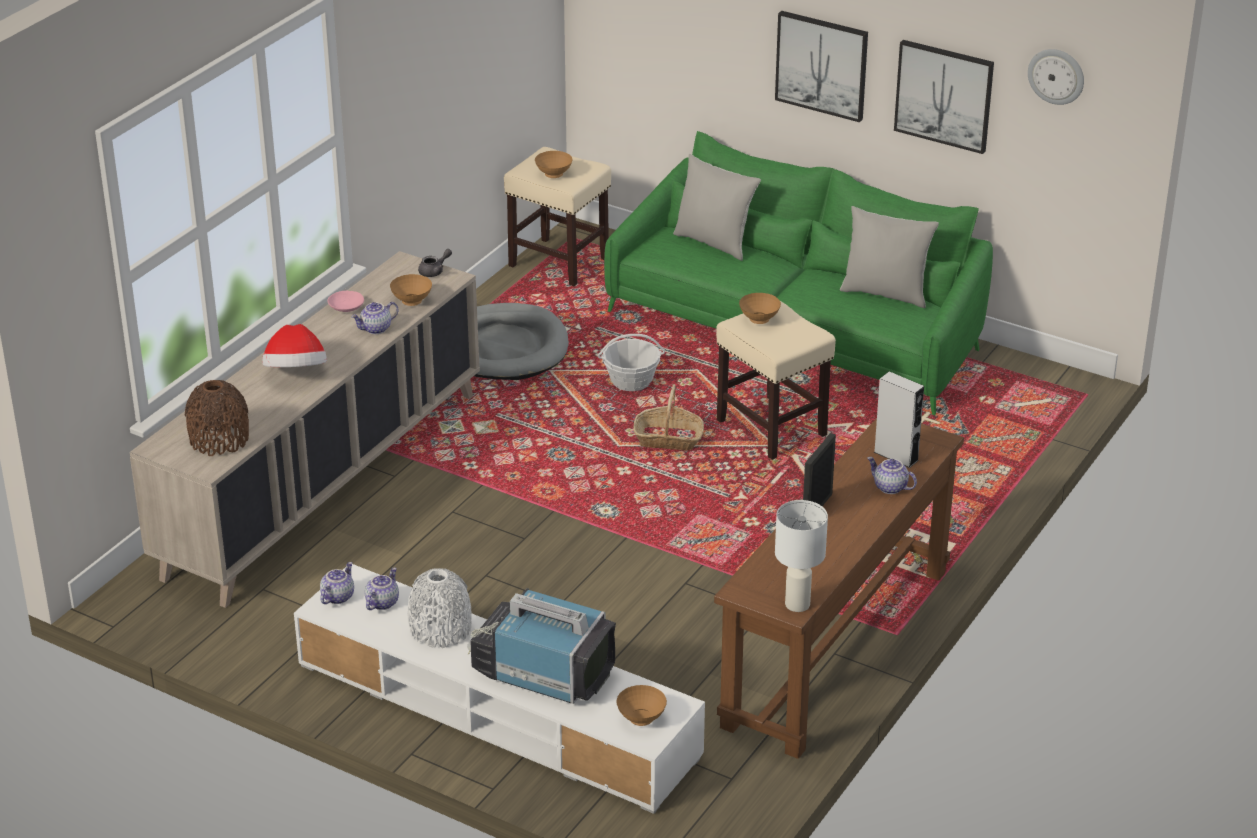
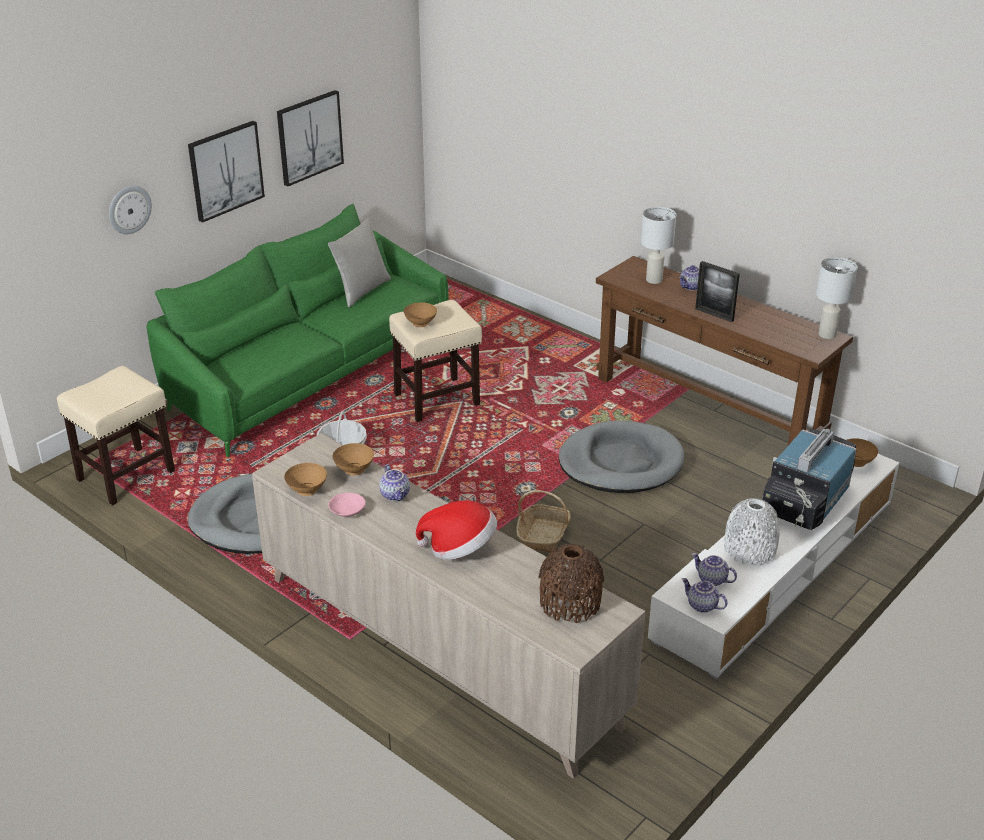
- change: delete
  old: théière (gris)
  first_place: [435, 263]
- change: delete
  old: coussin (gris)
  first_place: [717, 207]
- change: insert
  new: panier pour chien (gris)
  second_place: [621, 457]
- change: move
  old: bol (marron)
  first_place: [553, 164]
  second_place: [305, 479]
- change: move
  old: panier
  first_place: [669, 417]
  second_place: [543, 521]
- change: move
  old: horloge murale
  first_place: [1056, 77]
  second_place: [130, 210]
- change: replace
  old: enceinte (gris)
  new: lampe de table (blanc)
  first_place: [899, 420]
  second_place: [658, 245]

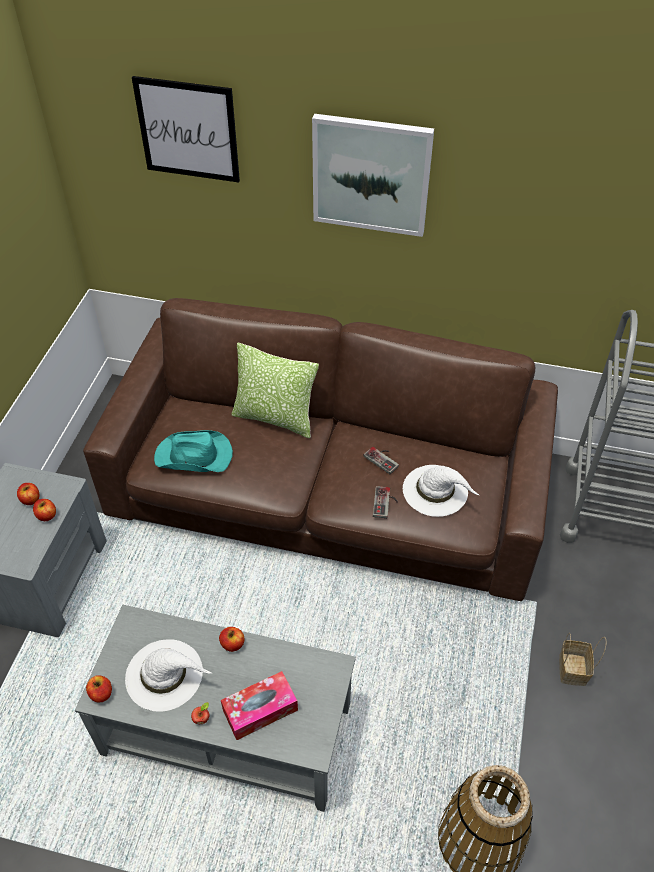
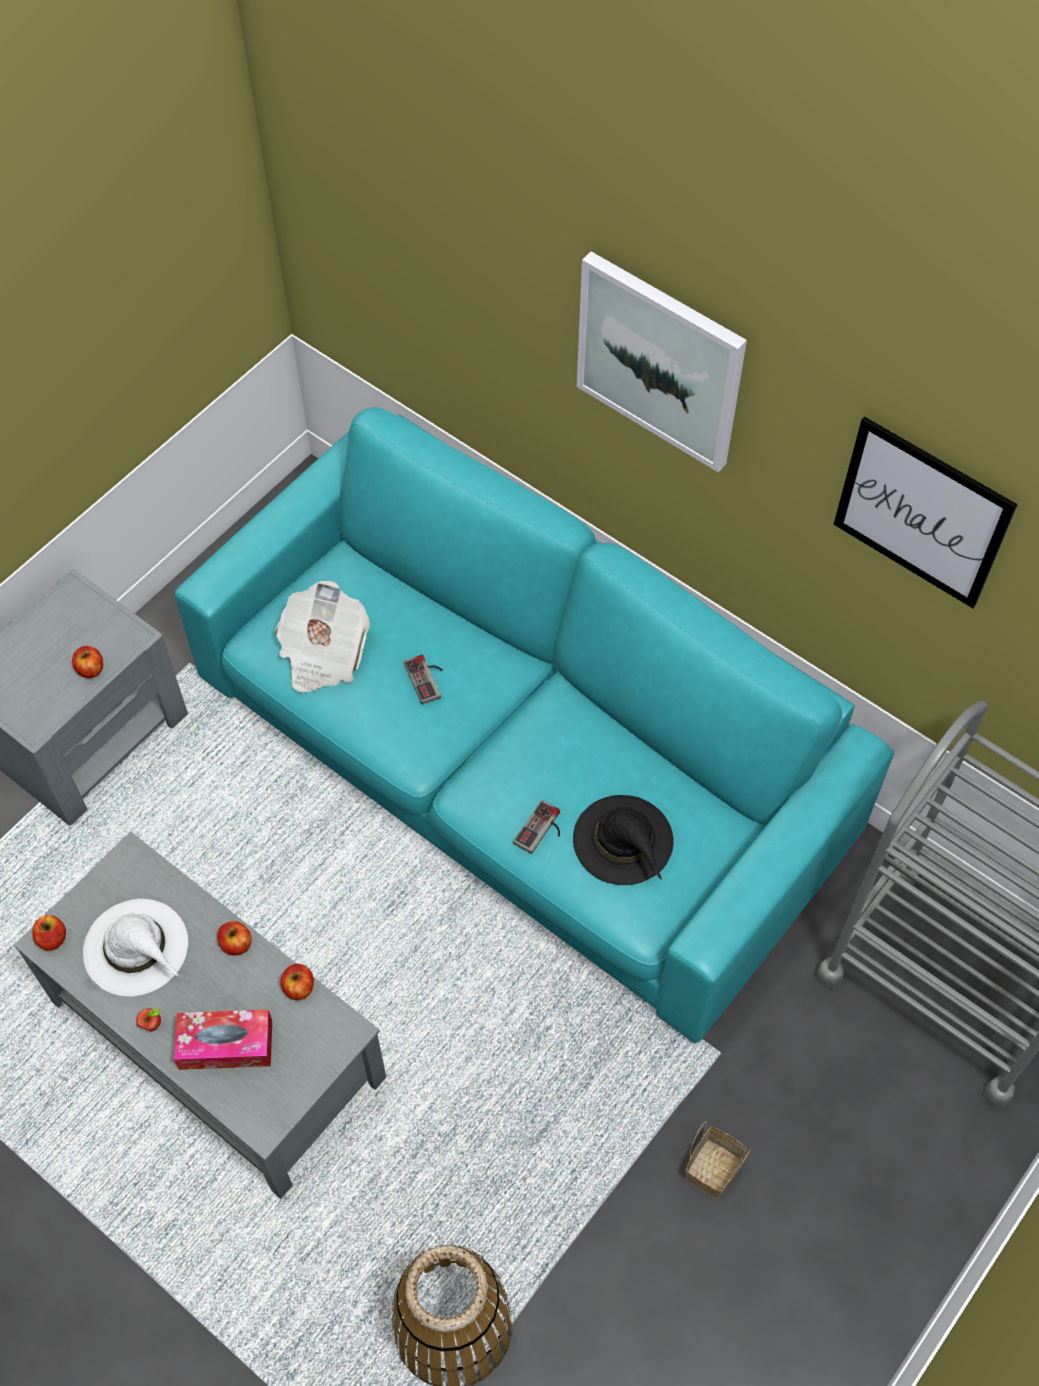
- change: delete
  old: coussin
  first_place: [275, 390]
- change: move
  old: pomme
  first_place: [28, 494]
  second_place: [297, 982]
- change: move
  old: tableau
  first_place: [186, 129]
  second_place: [926, 512]
- change: move
  old: manette
  first_place: [381, 460]
  second_place: [423, 679]
- change: replace
  old: chapeau (turquoise)
  new: journal
  first_place: [193, 451]
  second_place: [322, 636]
- change: recolor
  old: canapé (marron)
  new: canapé (turquoise)
  first_place: [320, 449]
  second_place: [534, 725]
- change: recolor
  old: chapeau (blanc)
  new: chapeau (noir)
  first_place: [441, 491]
  second_place: [623, 840]

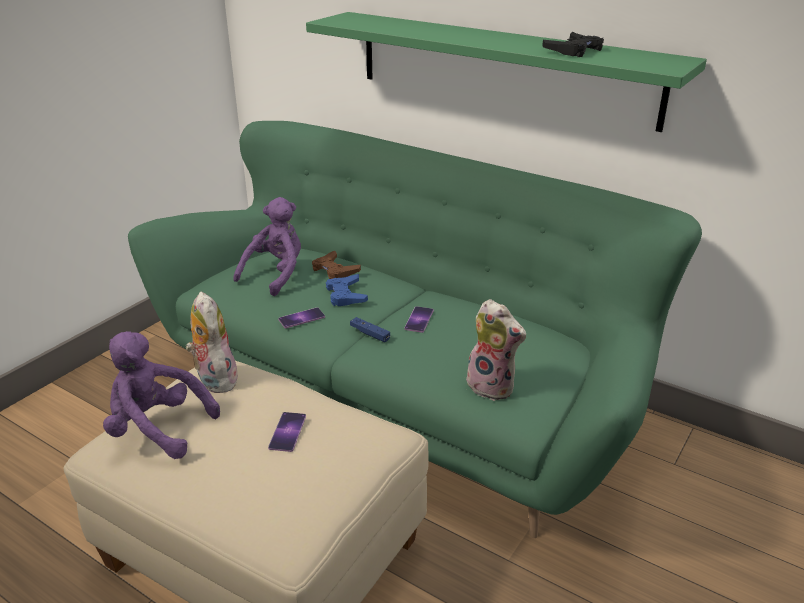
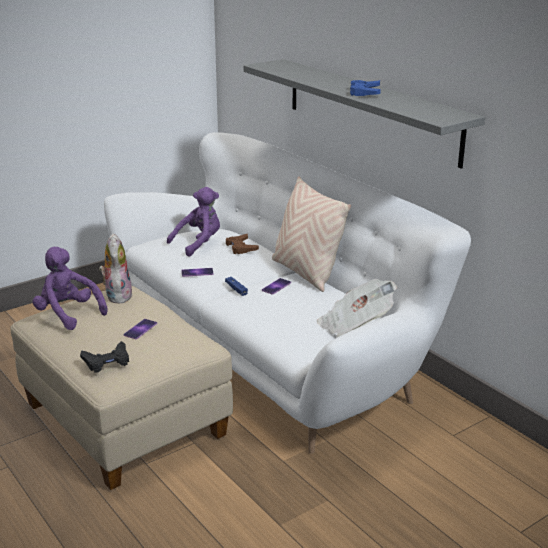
- change: delete
  old: peluche
  first_place: [495, 350]
- change: insert
  new: coussin (beige)
  second_place: [311, 234]
- change: insert
  new: journal
  second_place: [357, 308]
- change: move
  old: manette (bleu)
  first_place: [347, 290]
  second_place: [365, 88]
- change: move
  old: manette (noir)
  first_place: [573, 44]
  second_place: [104, 357]
- change: recolor
  old: canapé (vert)
  new: canapé (blanc)
  first_place: [415, 329]
  second_place: [287, 293]
- change: recolor
  old: étagère (vert)
  new: étagère (gris)
  first_place: [506, 72]
  second_place: [364, 114]

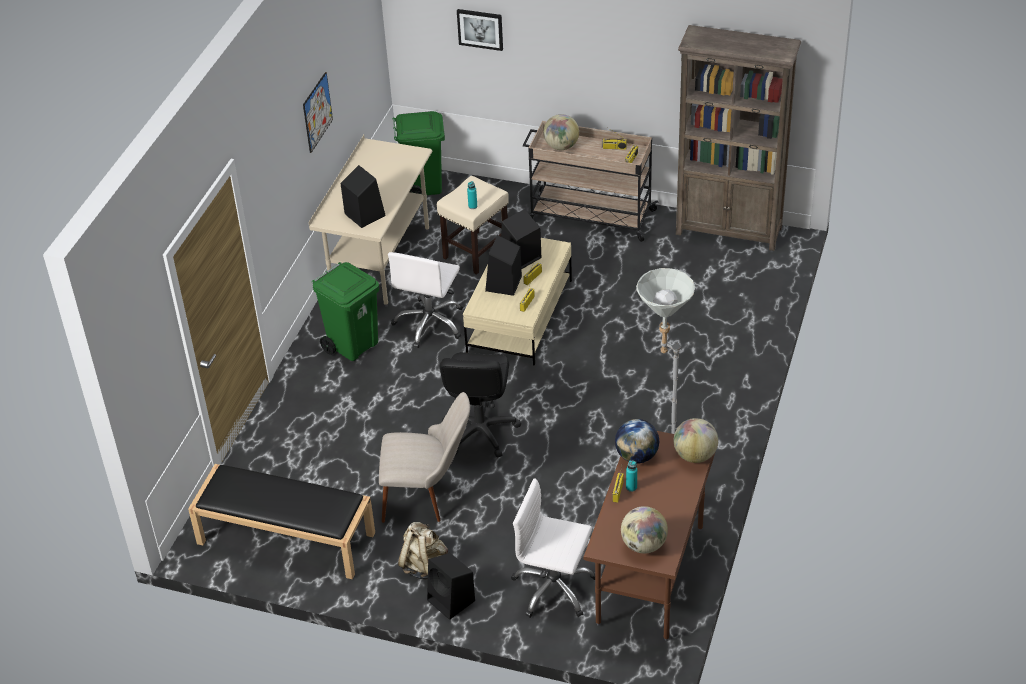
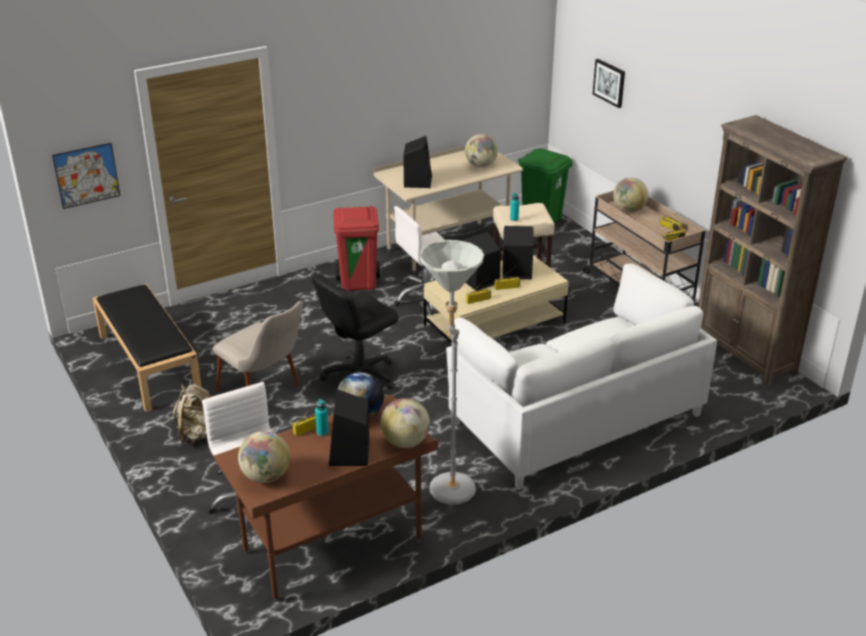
- change: insert
  new: canapé (blanc)
  second_place: [581, 376]
- change: insert
  new: globe
  second_place: [481, 150]
- change: move
  old: tableau
  first_place: [318, 112]
  second_place: [86, 176]
- change: move
  old: enceinte (noir)
  first_place: [451, 586]
  second_place: [349, 427]
- change: recolor
  old: poubelle (vert)
  new: poubelle (rouge)
  first_place: [345, 311]
  second_place: [356, 248]

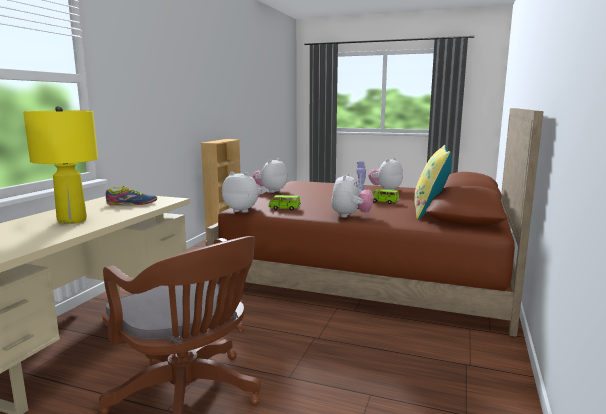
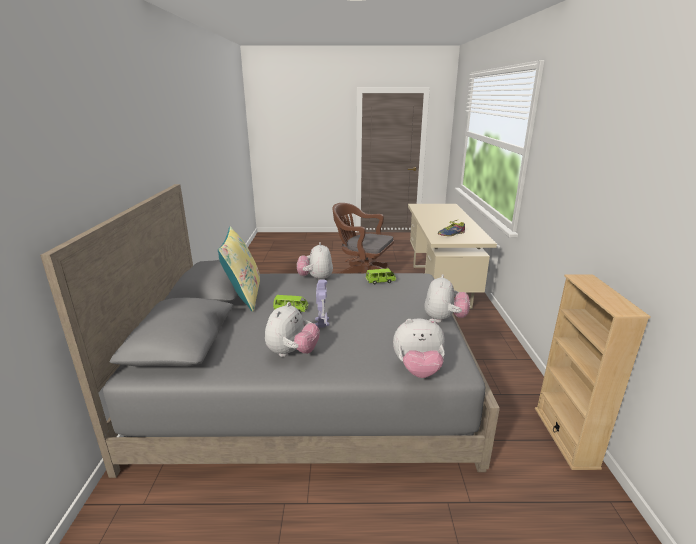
- change: delete
  old: lampe de table (jaune)
  first_place: [60, 165]
- change: move
  old: peluche
  first_place: [242, 192]
  second_place: [419, 348]
- change: recolor
  old: lit (marron)
  new: lit (gris)
  first_place: [375, 222]
  second_place: [270, 331]

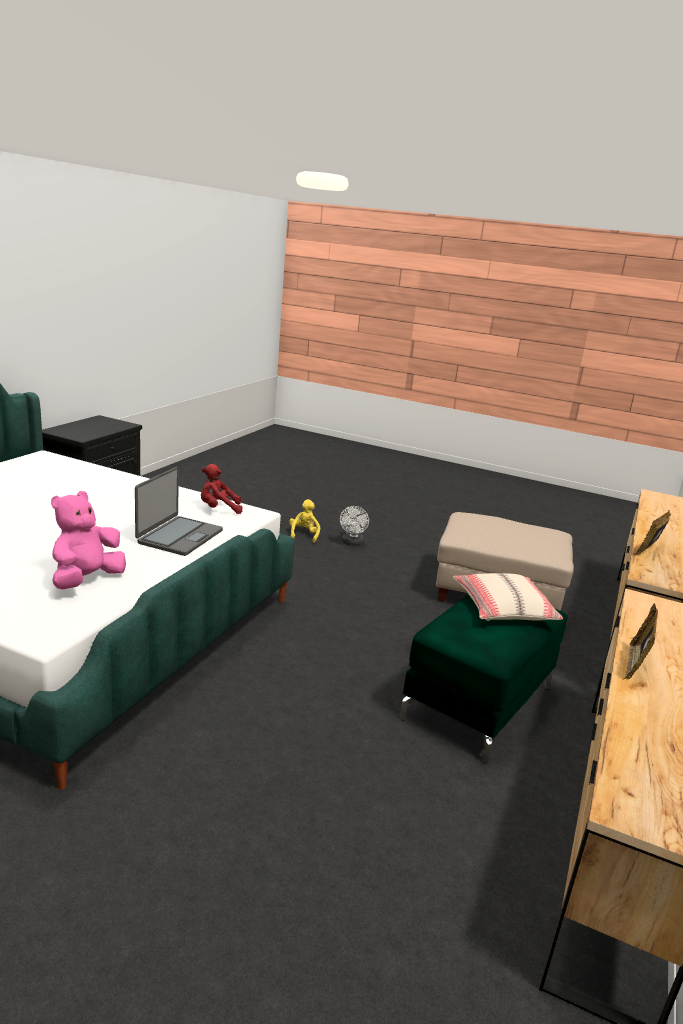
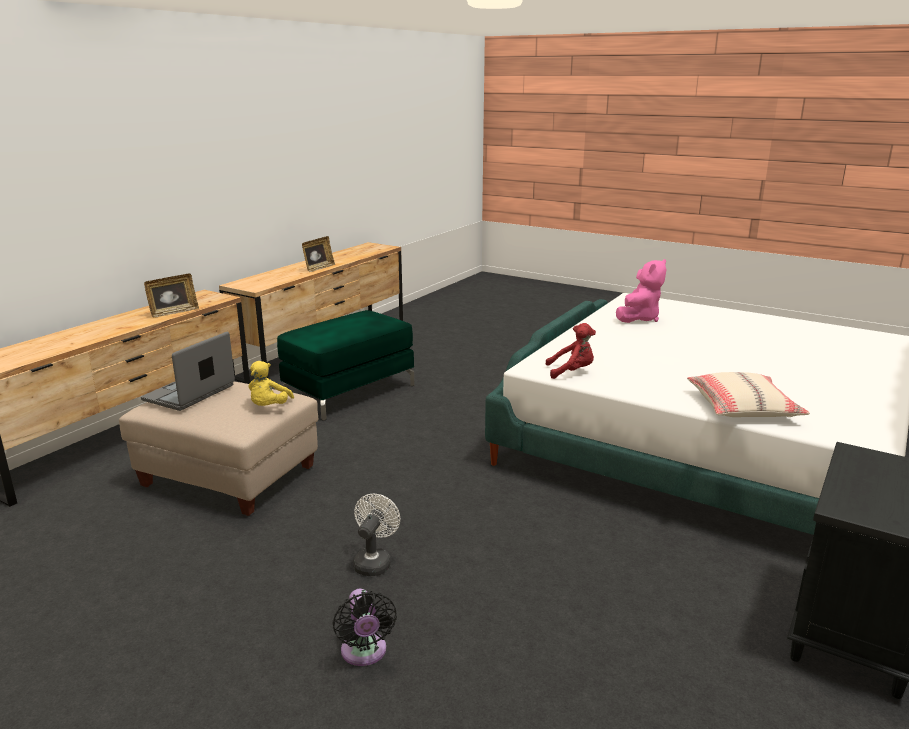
- change: insert
  new: ventilateur (noir)
  second_place: [364, 627]
- change: move
  old: ordinateur portable
  first_place: [179, 511]
  second_place: [188, 371]
- change: move
  old: peluche (jaune)
  first_place: [304, 521]
  second_place: [271, 383]
- change: move
  old: coussin (beige)
  first_place: [508, 597]
  second_place: [748, 394]

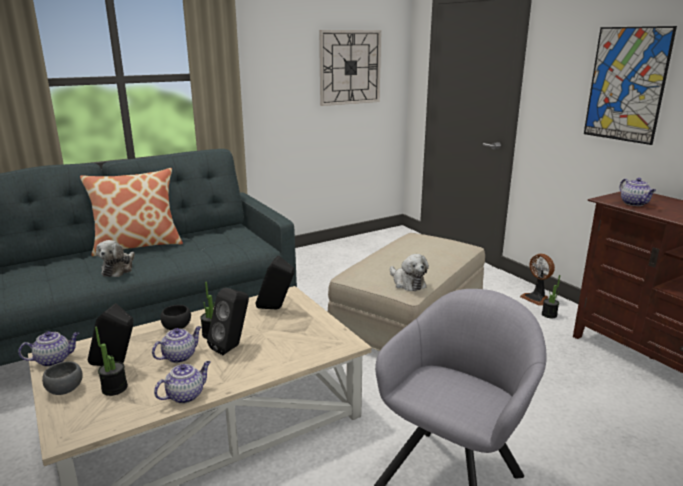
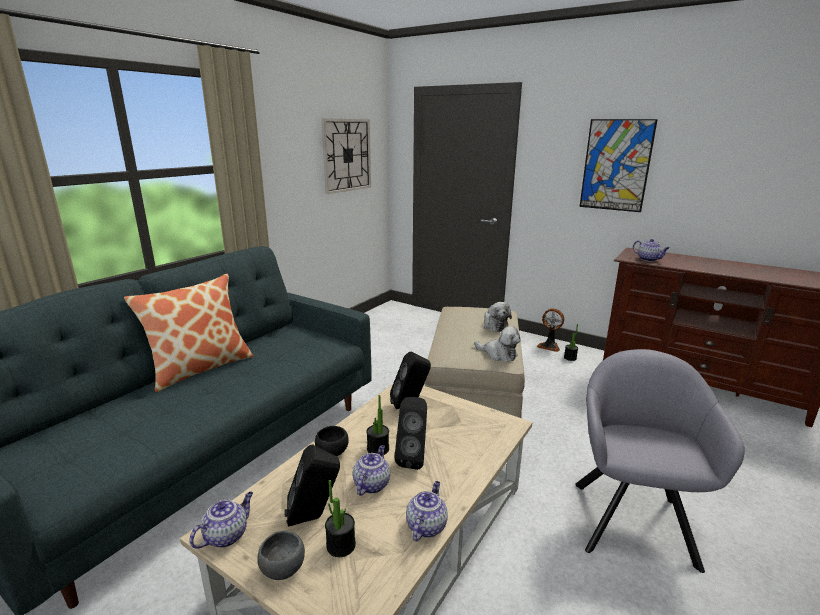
- change: move
  old: peluche
  first_place: [115, 258]
  second_place: [498, 317]

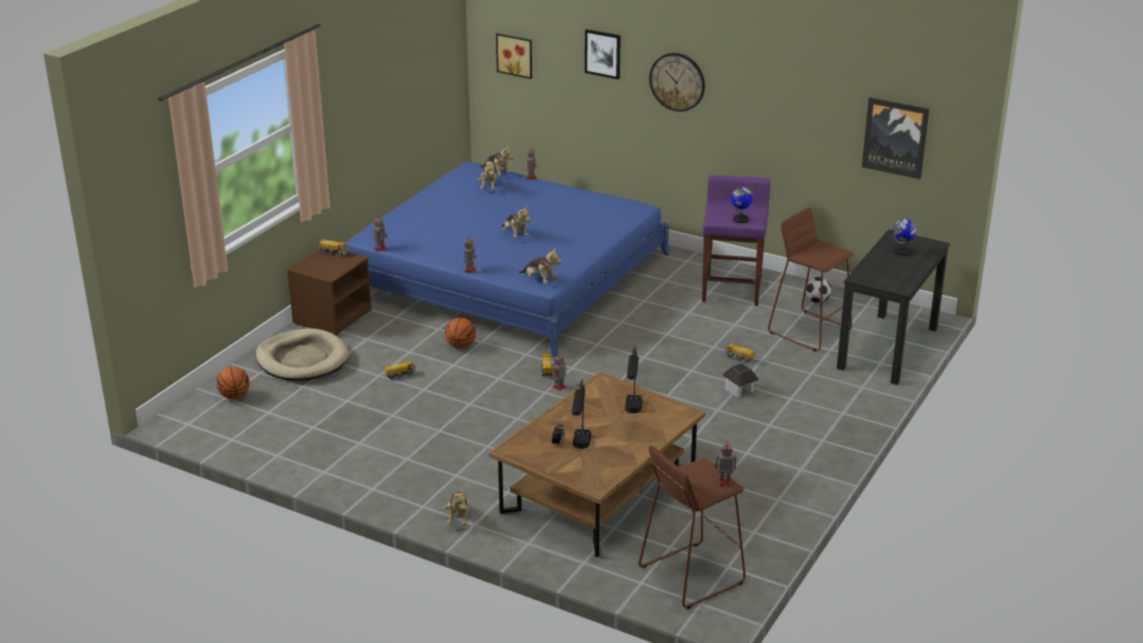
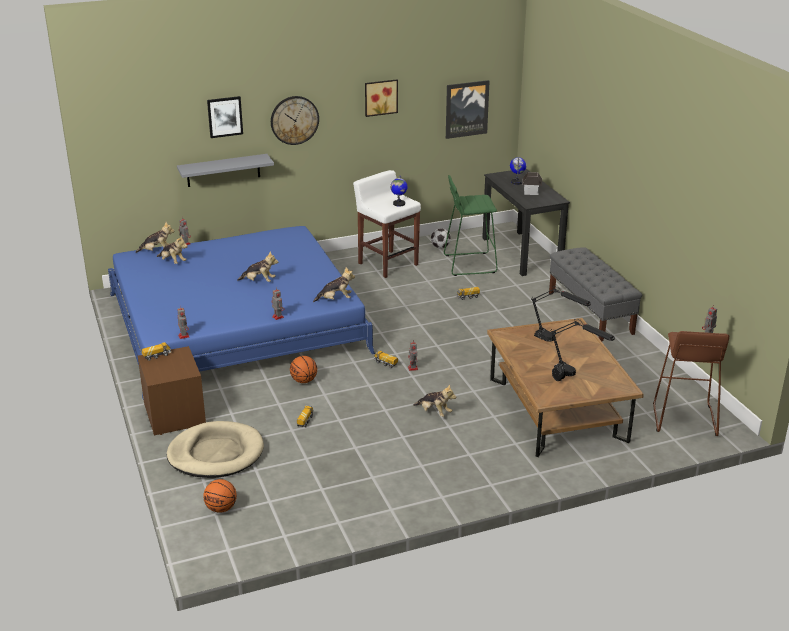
- change: insert
  new: étagère (gris)
  second_place: [225, 170]
- change: insert
  new: banc (gris)
  second_place: [595, 294]
- change: move
  old: peluche
  first_place: [456, 508]
  second_place: [435, 400]
- change: move
  old: tableau
  first_place: [514, 56]
  second_place: [381, 98]
- change: move
  old: maison miniature
  first_place: [740, 380]
  second_place: [532, 183]
- change: recolor
  old: tabouret (violet)
  new: tabouret (blanc)
  first_place: [736, 240]
  second_place: [387, 224]
- change: recolor
  old: tabouret (marron)
  new: tabouret (vert)
  first_place: [811, 279]
  second_place: [471, 225]

